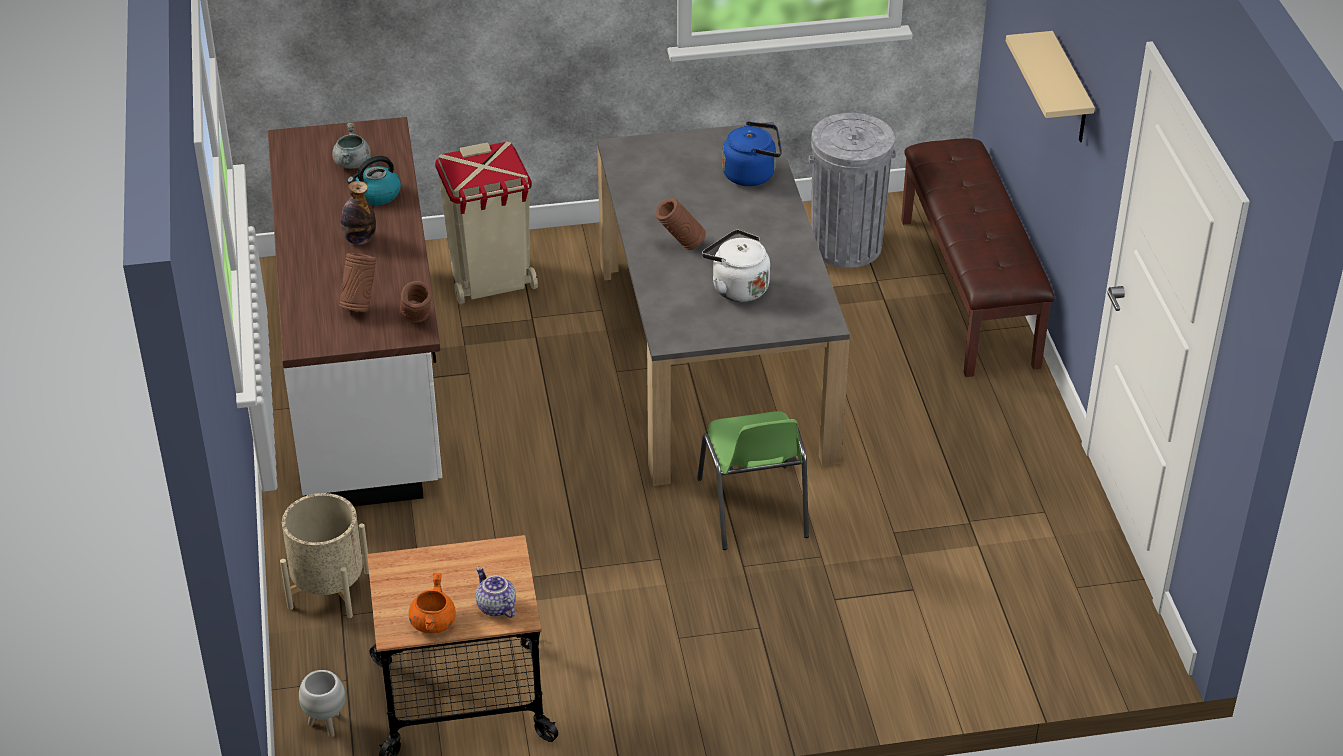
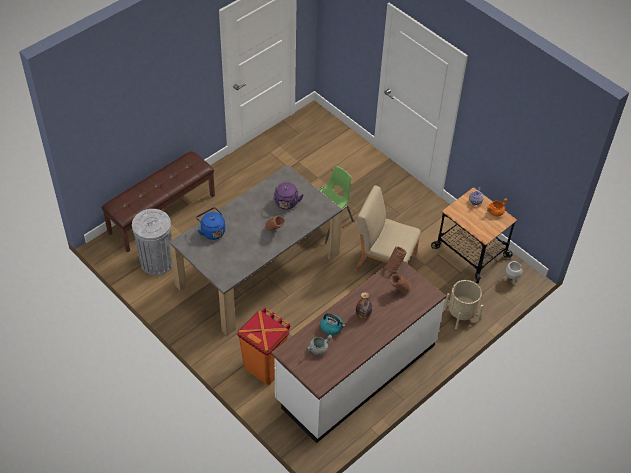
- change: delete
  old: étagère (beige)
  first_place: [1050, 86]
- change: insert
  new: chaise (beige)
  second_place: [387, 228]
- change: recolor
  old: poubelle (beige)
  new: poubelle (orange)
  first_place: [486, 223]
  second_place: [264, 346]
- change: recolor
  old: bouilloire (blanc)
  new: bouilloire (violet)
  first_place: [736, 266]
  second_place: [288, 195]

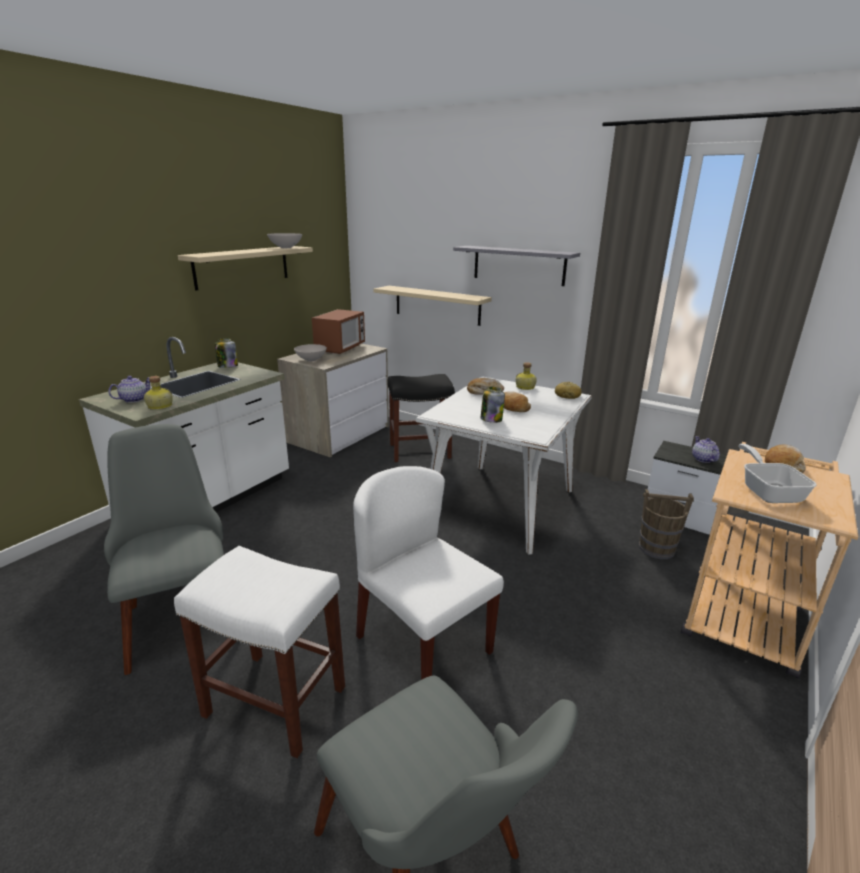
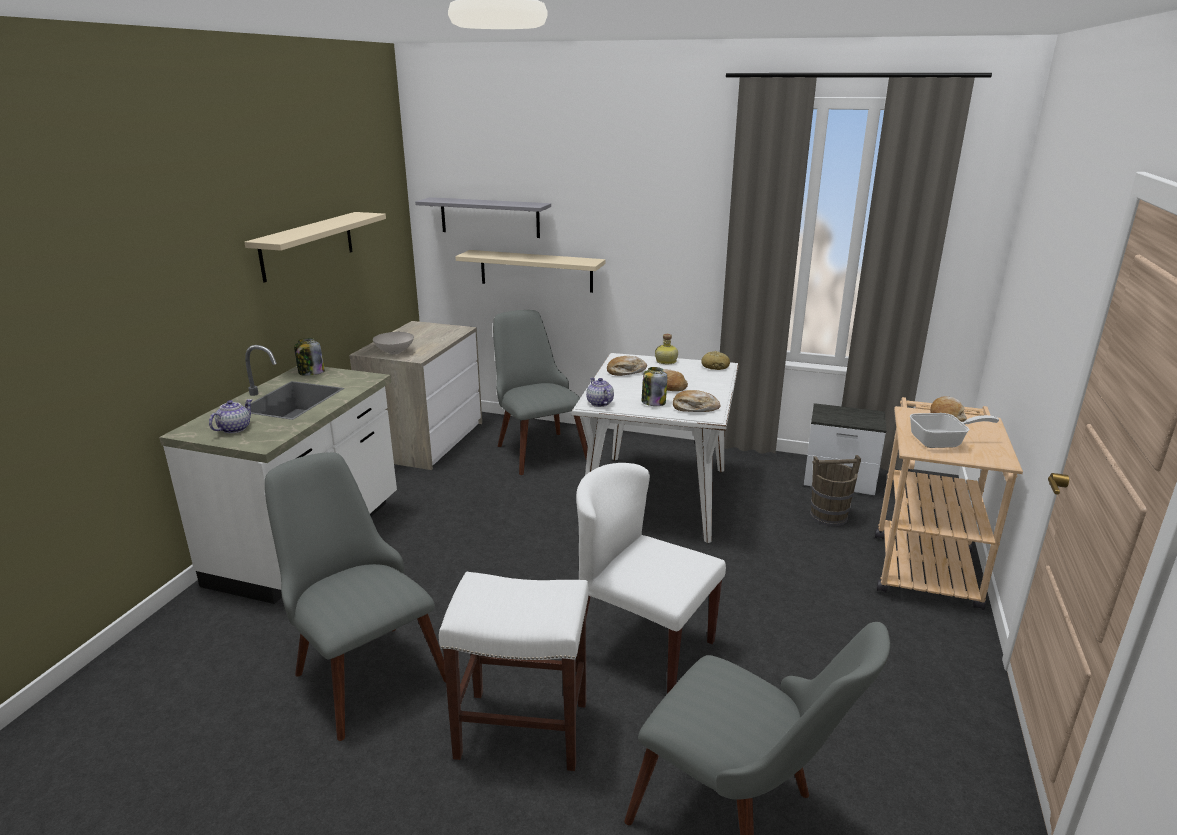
- change: delete
  old: bouteille
  first_place: [158, 393]
- change: delete
  old: bol (blanc)
  first_place: [284, 240]
- change: delete
  old: micro-ondes
  first_place: [338, 331]
- change: insert
  new: pain
  second_place: [696, 401]
- change: move
  old: étagère (gris)
  first_place: [516, 266]
  second_place: [483, 217]
- change: move
  old: théière
  first_place: [706, 449]
  second_place: [600, 392]
- change: replace
  old: tabouret (noir)
  new: chaise (gris)
  first_place: [421, 418]
  second_place: [540, 392]
- change: rotate
  old: poêle
  first_place: [778, 473]
  second_place: [954, 430]
  degrees: 105

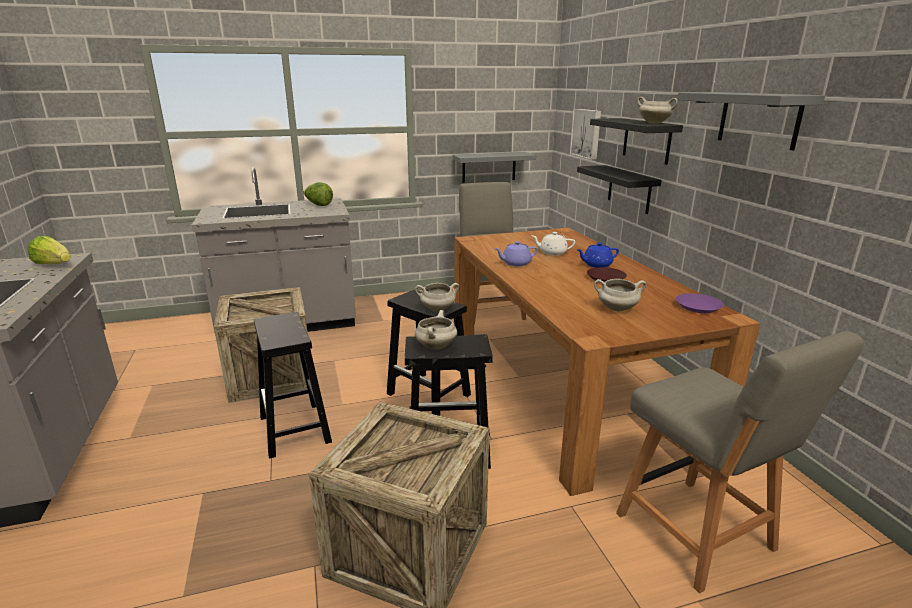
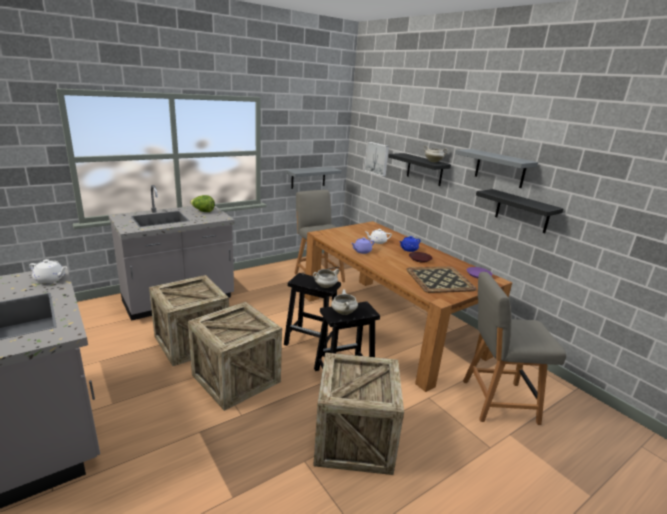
- change: move
  old: étagère (noir)
  first_place: [619, 189]
  second_place: [520, 211]
- change: replace
  old: laitue
  new: théière (blanc)
  first_place: [49, 250]
  second_place: [48, 271]
- change: replace
  old: tabouret (noir)
  new: caisse
  first_place: [293, 385]
  second_place: [235, 356]
- change: replace
  old: marmite (blanc)
  new: plateau
  first_place: [620, 295]
  second_place: [441, 279]
- change: rotate
  old: chaise (gris)
  first_place: [740, 462]
  second_place: [515, 348]
  degrees: 135

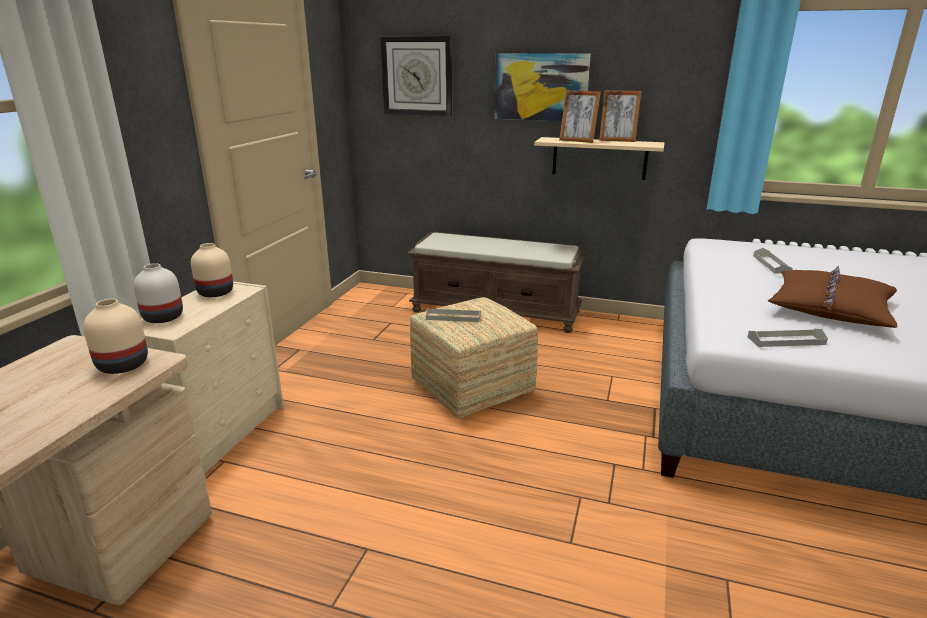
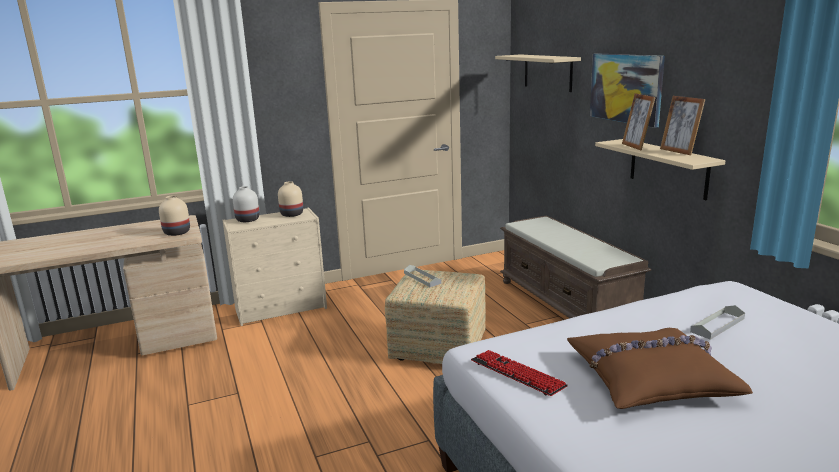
- change: replace
  old: horloge murale
  new: étagère (beige)
  first_place: [416, 76]
  second_place: [538, 73]
- change: replace
  old: plateau (gris)
  new: clavier
  first_place: [788, 338]
  second_place: [519, 373]

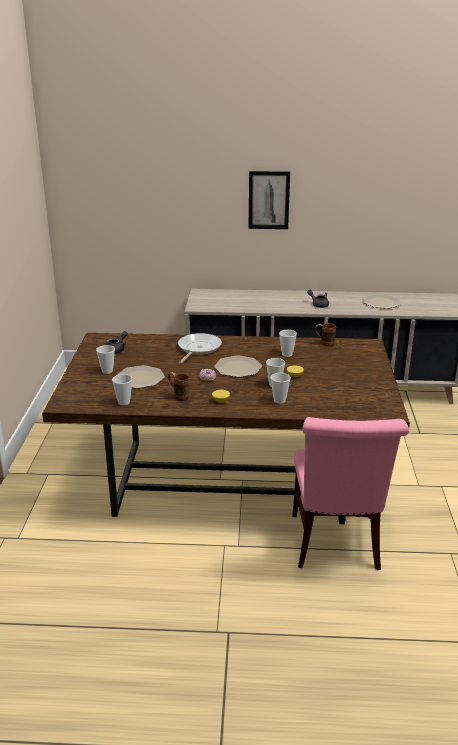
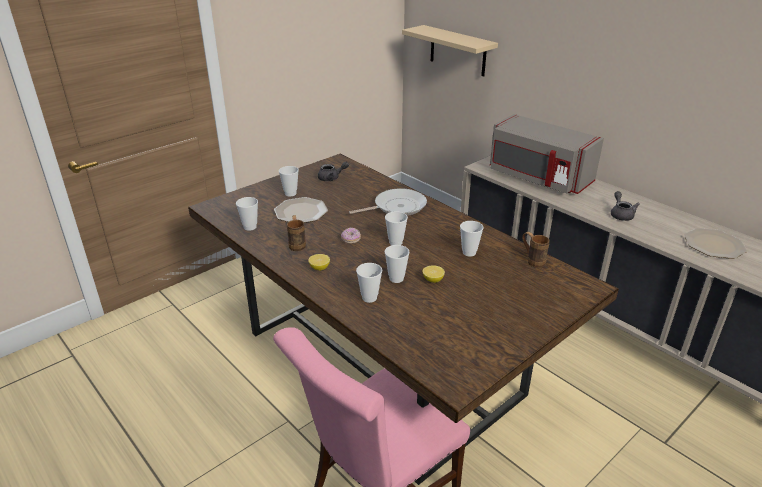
- change: delete
  old: tableau
  first_place: [269, 200]
- change: insert
  new: étagère (beige)
  second_place: [450, 50]
- change: insert
  new: micro-ondes (gris)
  second_place: [547, 154]
- change: replace
  old: assiette
  new: tasse
  first_place: [238, 366]
  second_place: [396, 228]

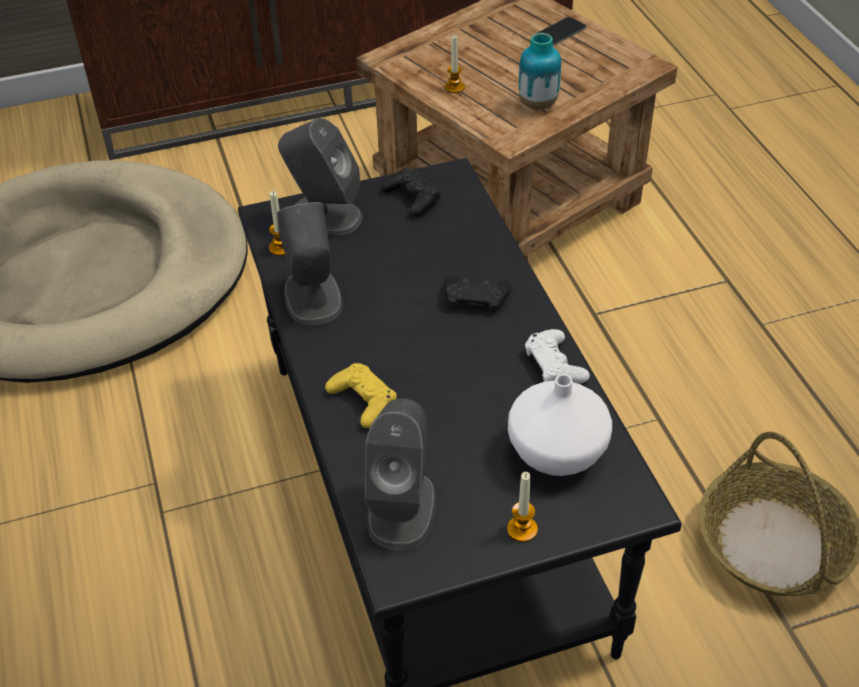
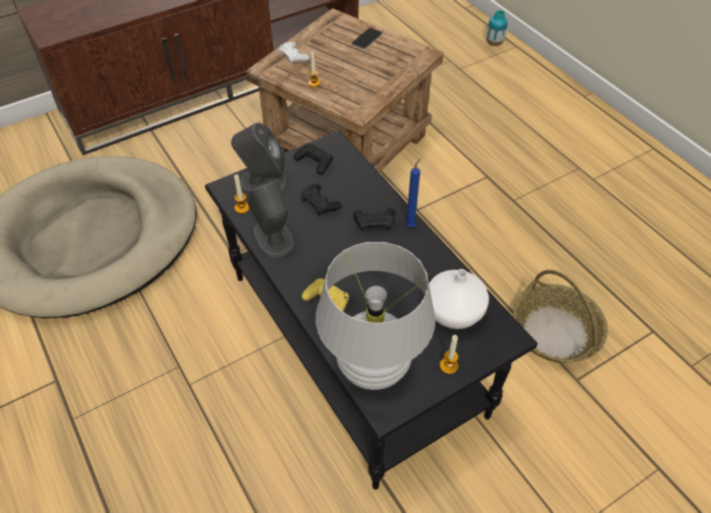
- change: insert
  new: manette (noir)
  second_place: [321, 200]
- change: insert
  new: bougie (bleu)
  second_place: [413, 192]
- change: move
  old: vase
  first_place: [539, 71]
  second_place: [497, 28]
- change: move
  old: manette (blanc)
  first_place: [557, 356]
  second_place: [294, 53]
- change: replace
  old: enceinte (gris)
  new: lampe de table (blanc)
  first_place: [400, 474]
  second_place: [375, 316]

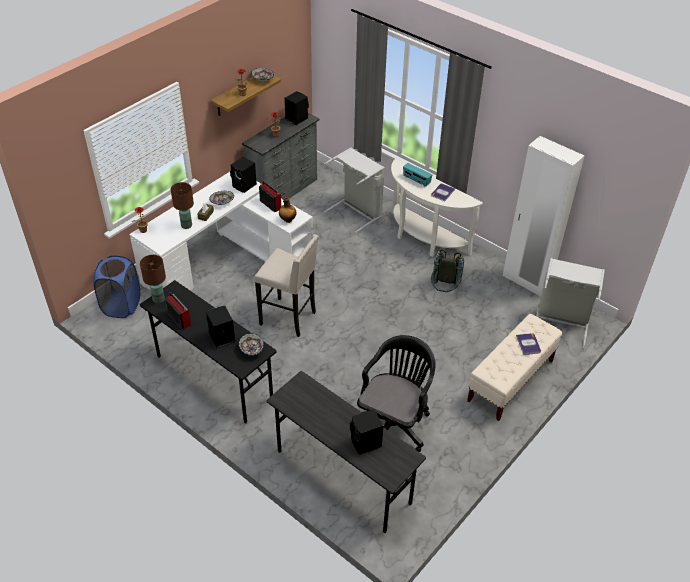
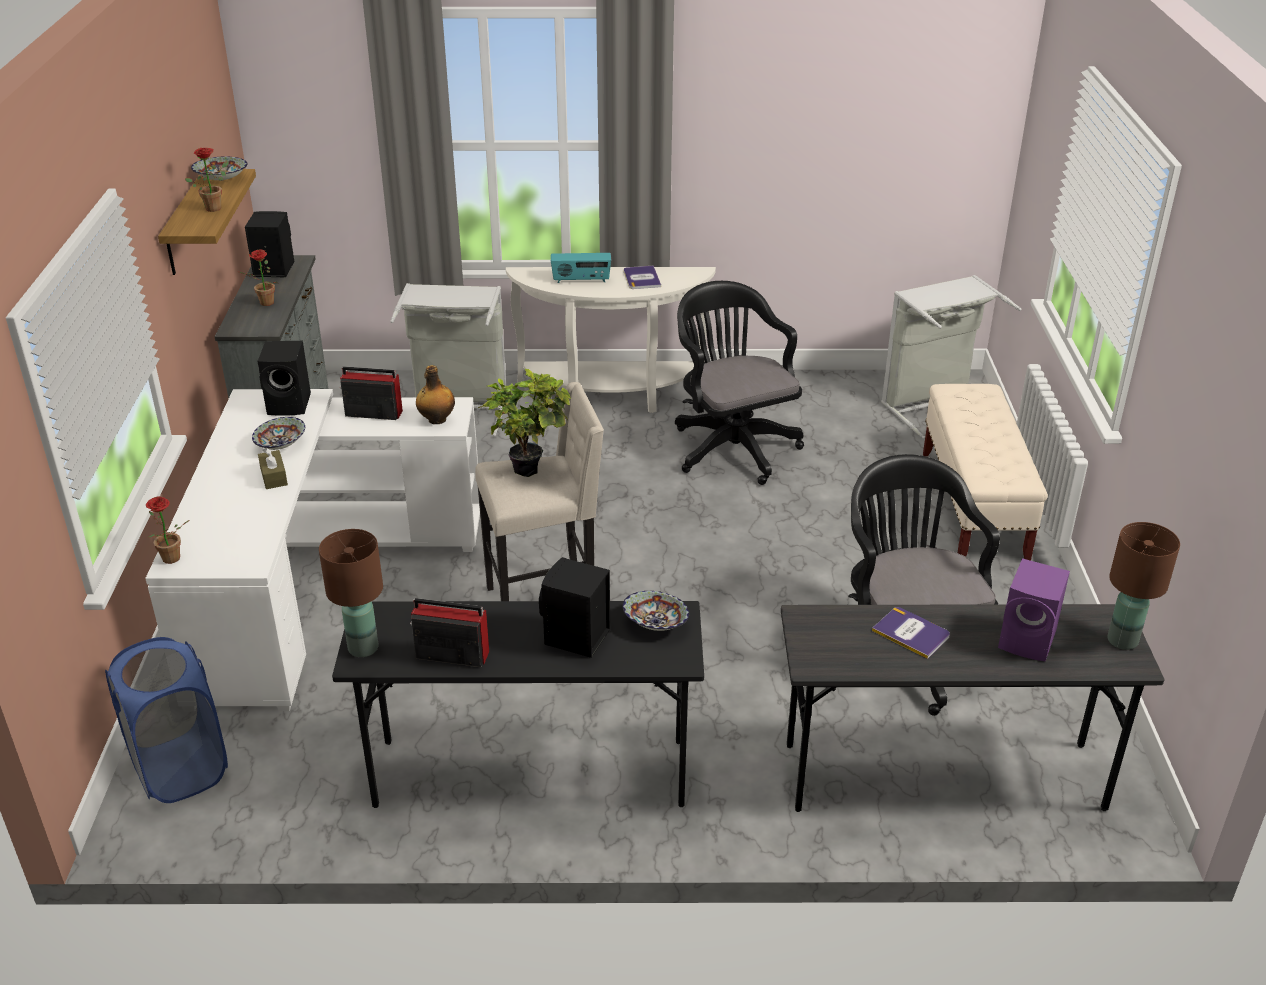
- change: delete
  old: armoire (blanc)
  first_place: [544, 216]
- change: insert
  new: plante en pot
  second_place: [524, 423]
- change: move
  old: lampe de table (marron)
  first_place: [182, 205]
  second_place: [1143, 586]
- change: move
  old: livre
  first_place: [528, 344]
  second_place: [911, 633]
- change: replace
  old: sac à dos (gris)
  new: chaise de bureau (noir)
  first_place: [447, 270]
  second_place: [739, 383]
- change: recolor
  old: enceinte (noir)
  new: enceinte (violet)
  first_place: [366, 432]
  second_place: [1034, 609]

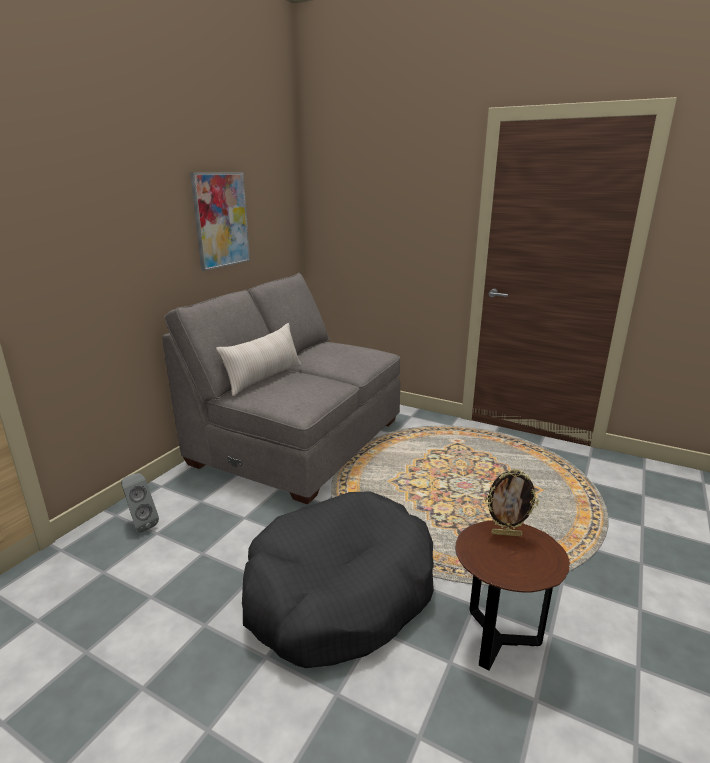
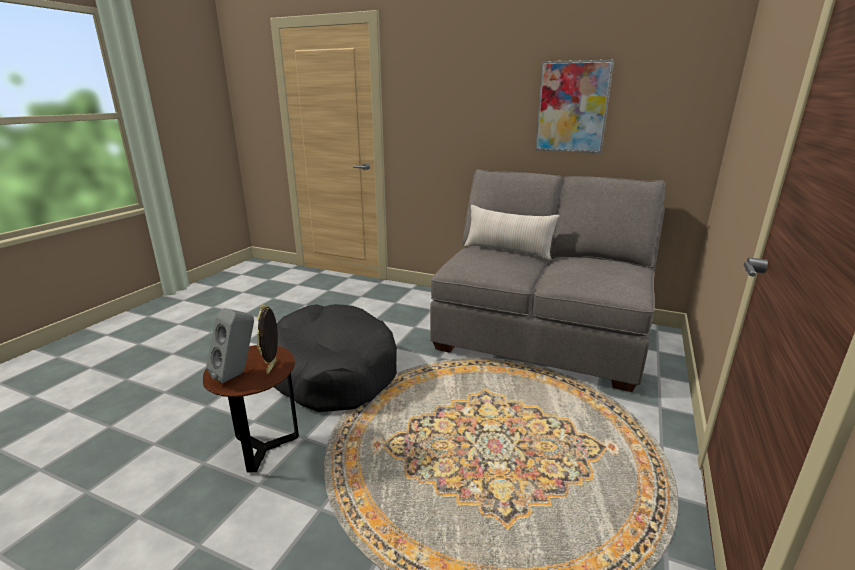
- change: move
  old: enceinte (gris)
  first_place: [140, 502]
  second_place: [230, 346]

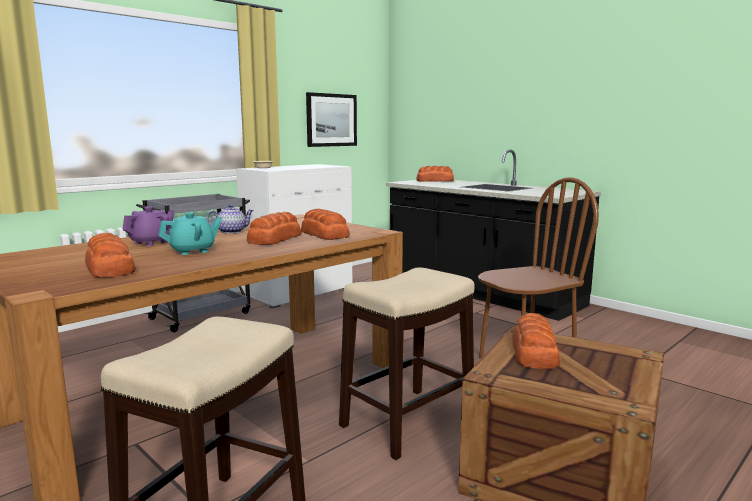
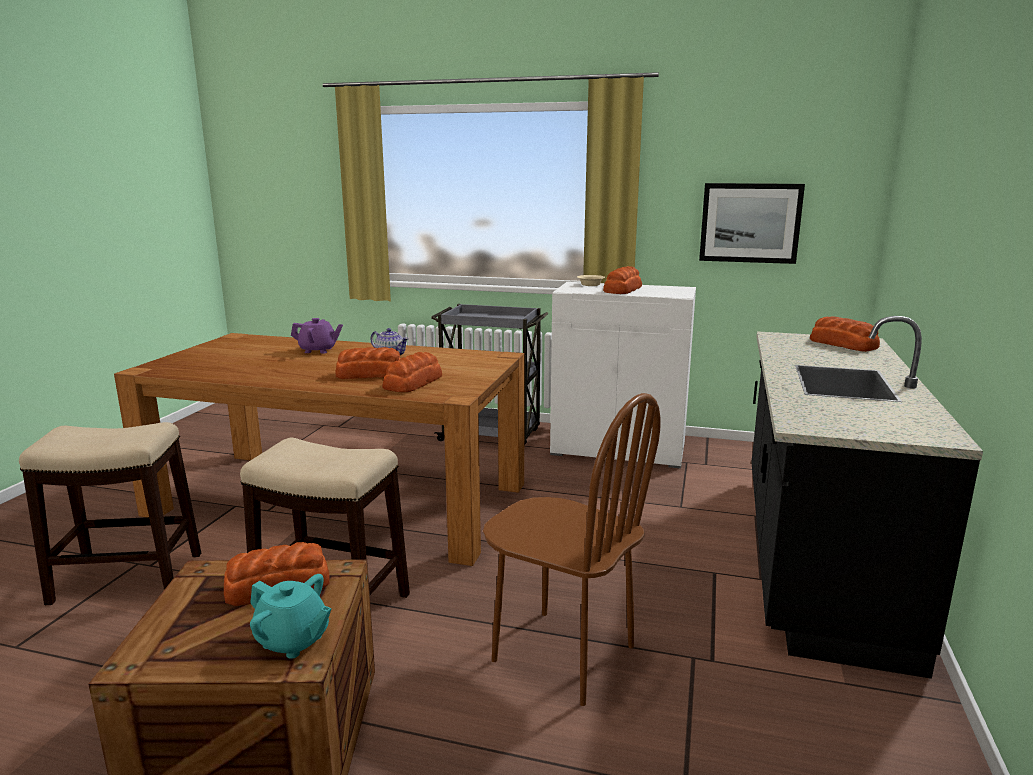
- change: move
  old: pain
  first_place: [110, 255]
  second_place: [622, 280]
- change: move
  old: théière (turquoise)
  first_place: [190, 233]
  second_place: [290, 616]

